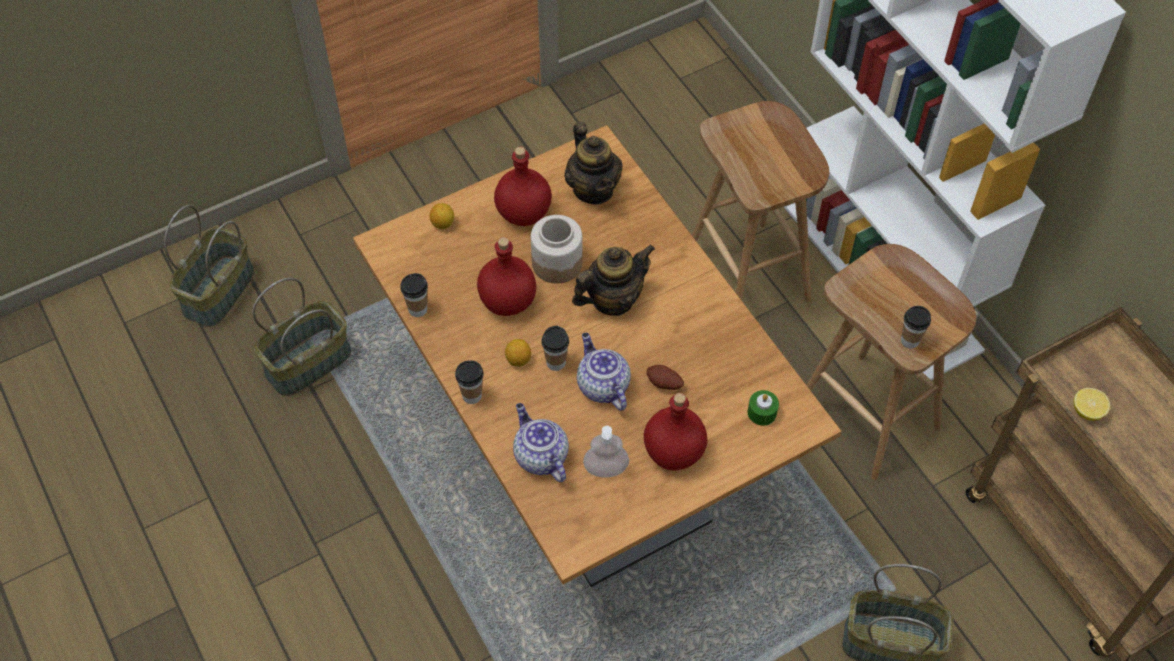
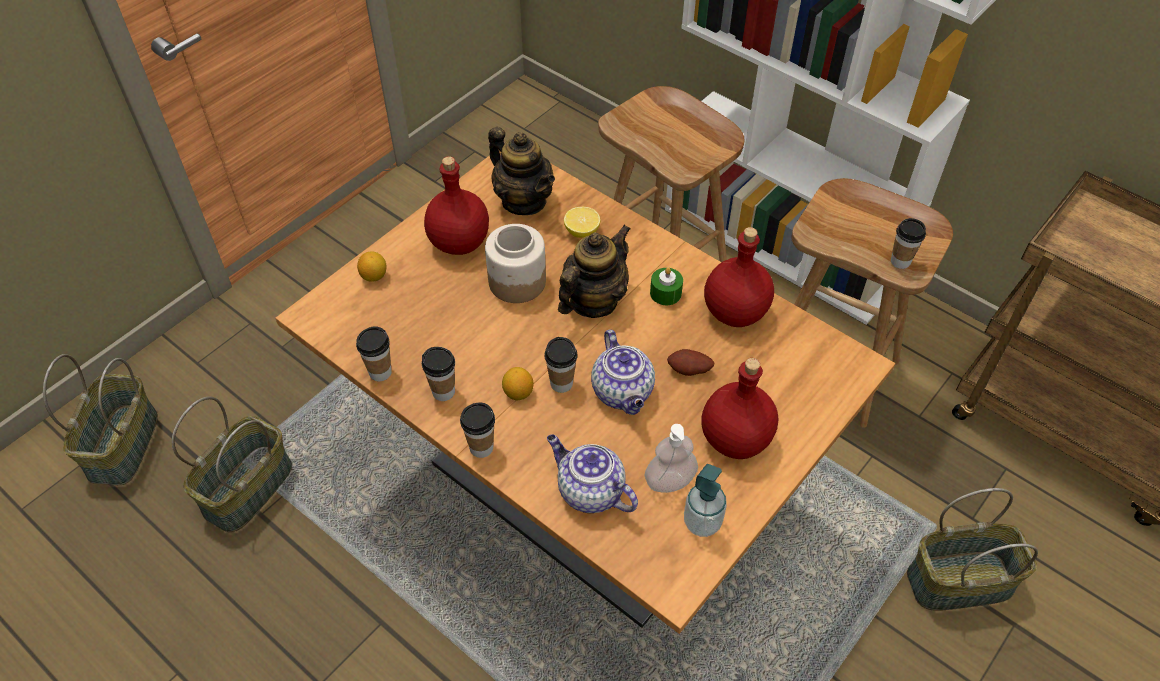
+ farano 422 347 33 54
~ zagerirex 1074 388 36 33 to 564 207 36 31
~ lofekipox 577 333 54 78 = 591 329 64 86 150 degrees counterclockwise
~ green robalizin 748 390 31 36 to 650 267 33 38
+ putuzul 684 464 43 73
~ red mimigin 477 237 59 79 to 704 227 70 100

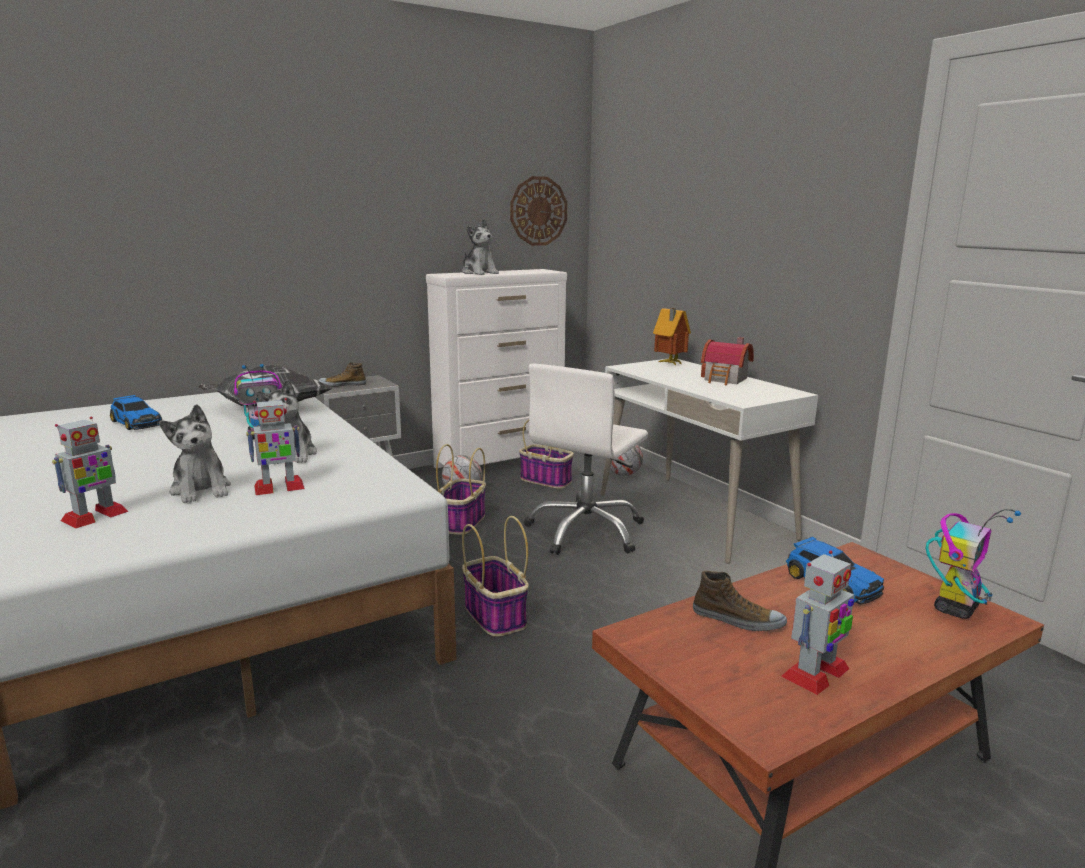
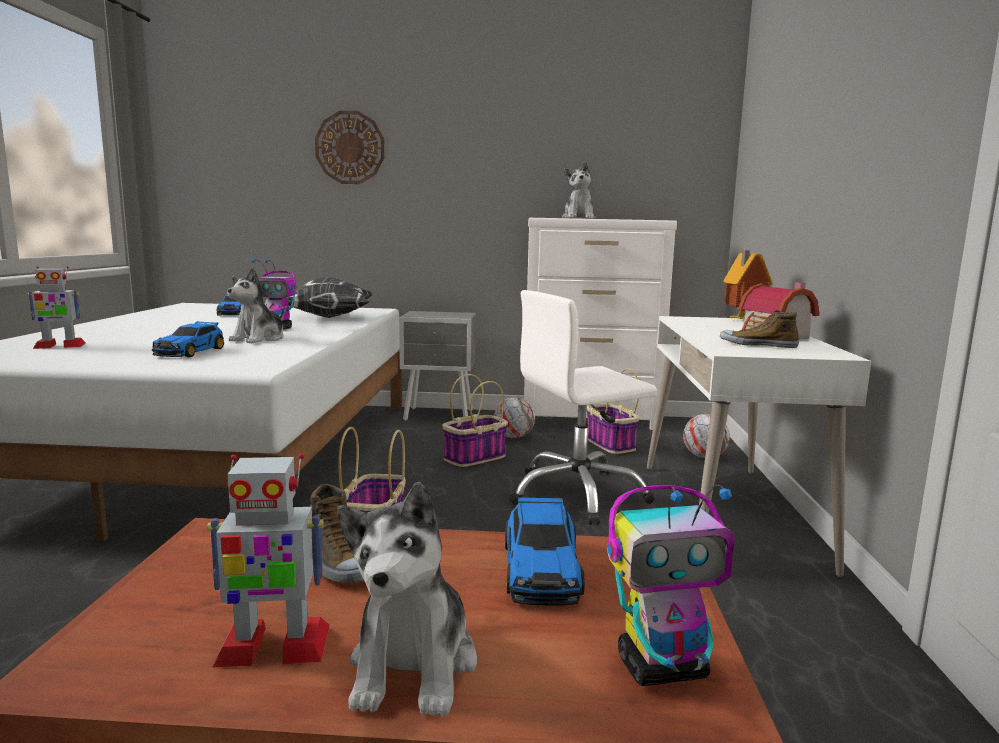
~ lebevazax 246 398 59 97 to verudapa 152 321 72 36
~ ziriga 510 176 57 70 to 315 111 70 73
~ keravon 159 404 72 99 to 337 482 140 235
~ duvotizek 318 362 48 25 to 720 310 79 38

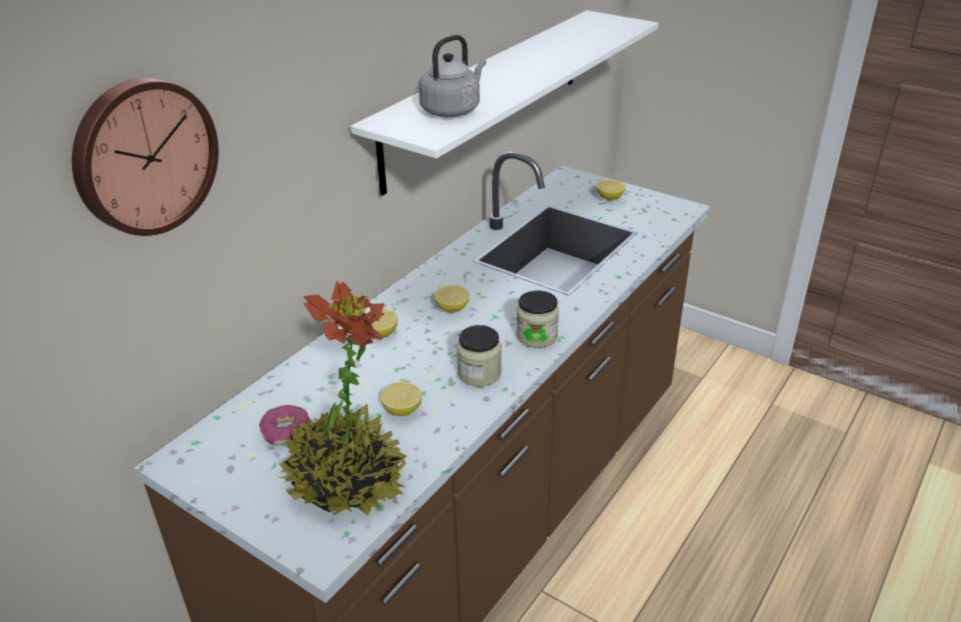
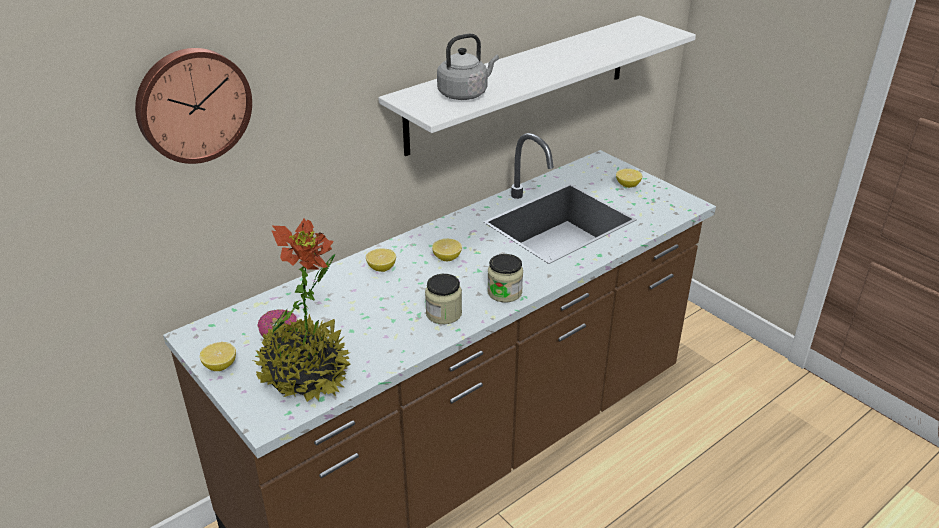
~ zagerirex 381 382 41 34 to 200 342 36 29

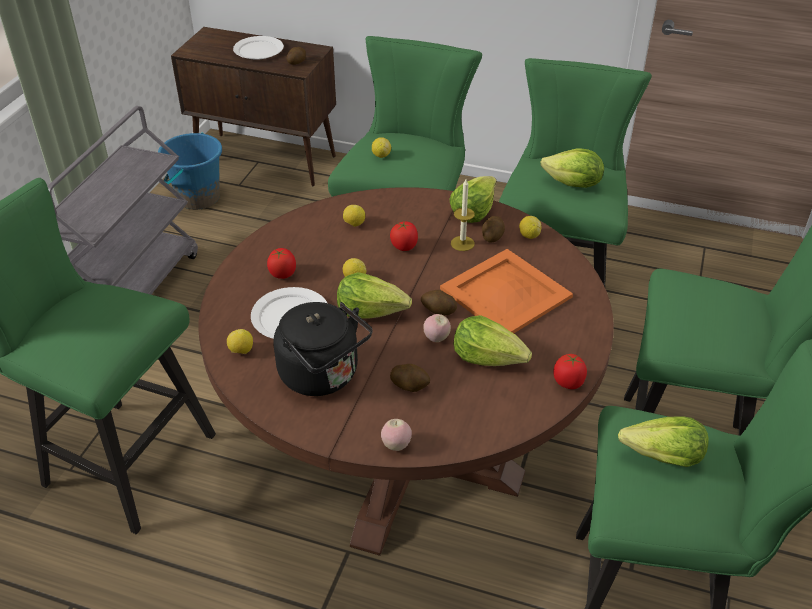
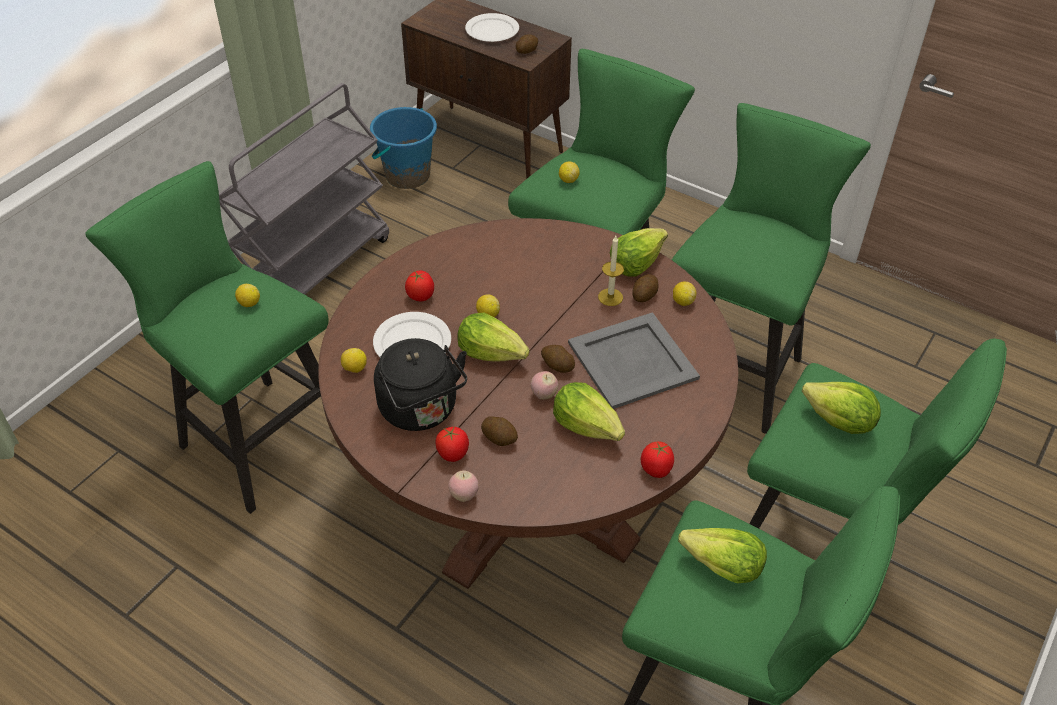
~ zagerirex 343 205 22 22 to 235 284 25 23
~ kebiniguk 390 220 28 31 to 435 427 34 35
~ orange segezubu 440 249 133 84 to grey segezubu 568 312 132 97
~ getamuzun 541 148 63 40 to 802 382 79 52

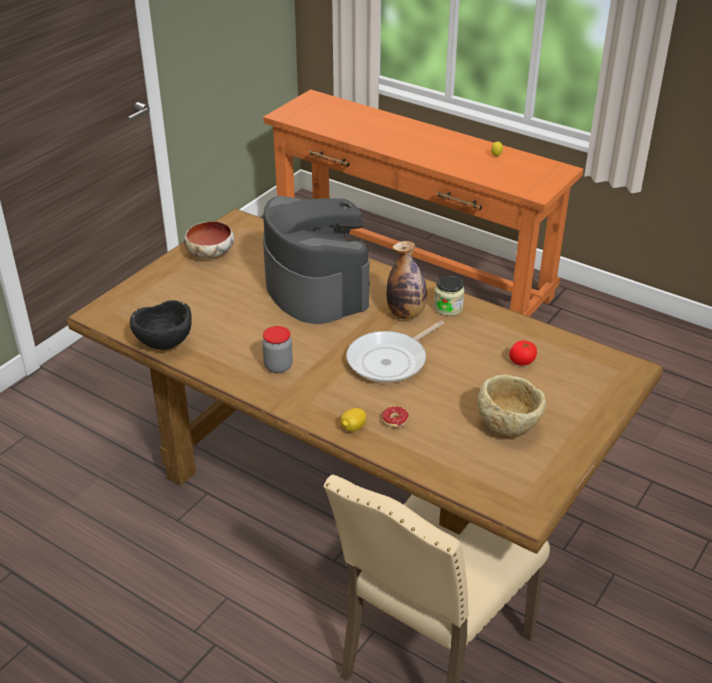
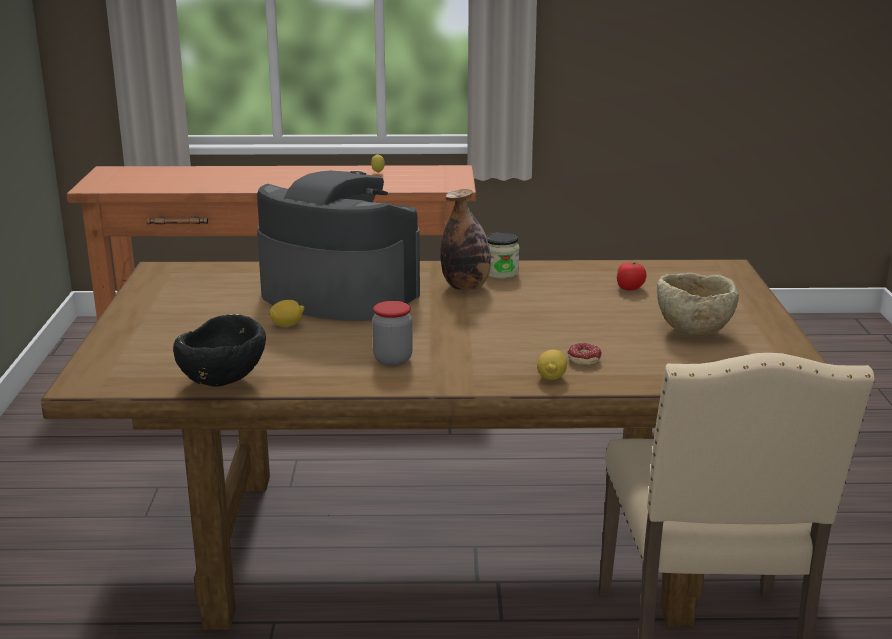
+ zagerirex 269 300 36 27
- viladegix 184 221 50 37
- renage 346 321 98 62

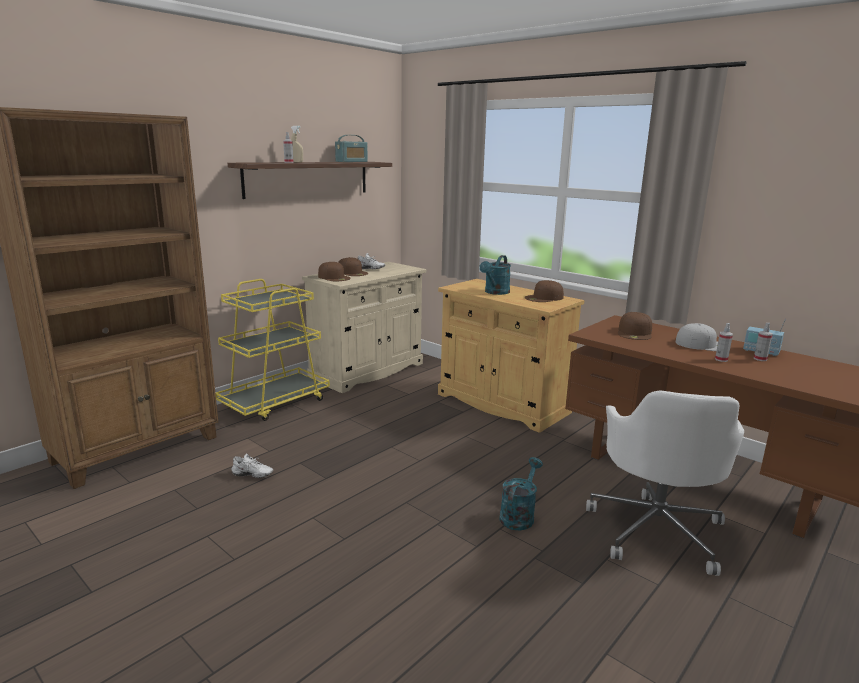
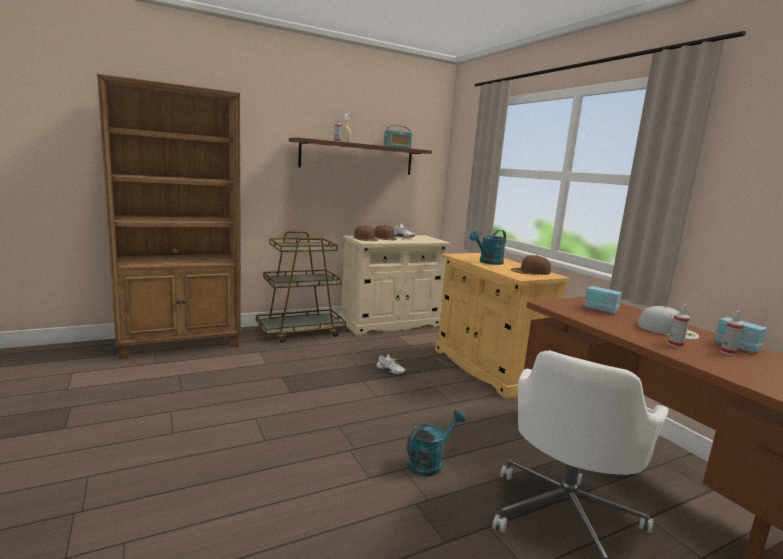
~ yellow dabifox 215 279 115 142 to brown dabifox 256 231 90 112
~ white duvotizek 231 453 42 25 to 377 354 29 20
~ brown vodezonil 618 312 34 28 to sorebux 584 279 39 35

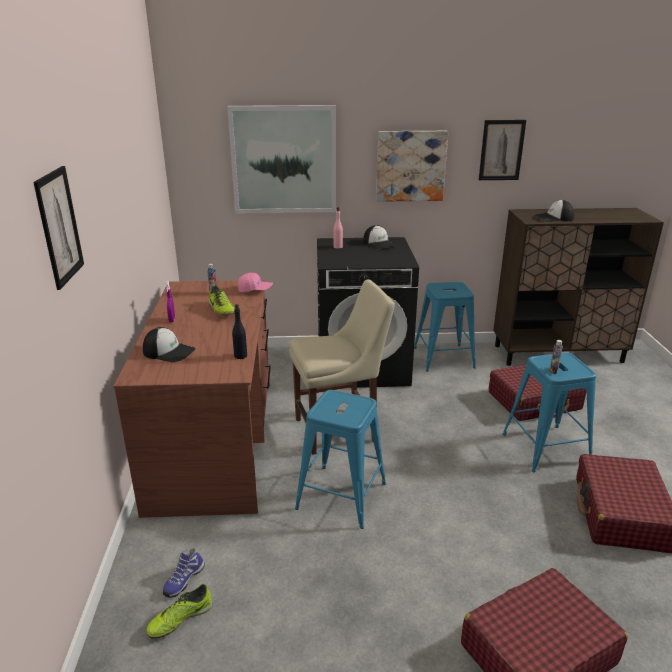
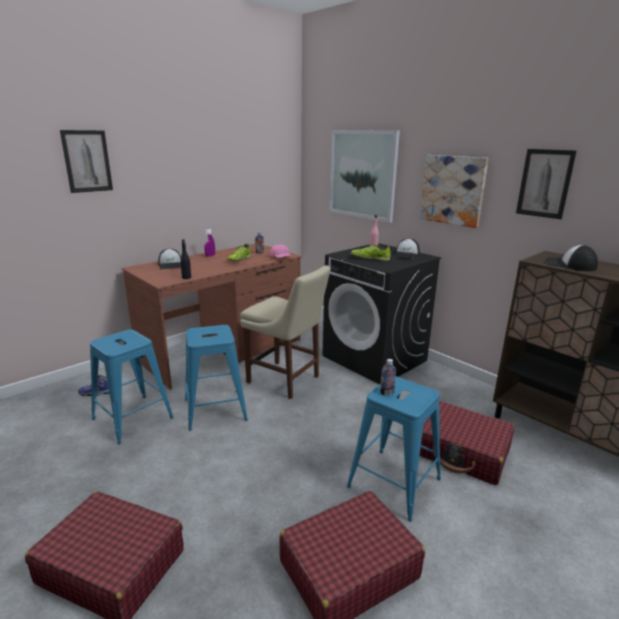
~ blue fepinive 414 282 62 90 to 90 329 84 115
~ duvotizek 146 584 66 55 to 351 245 40 16

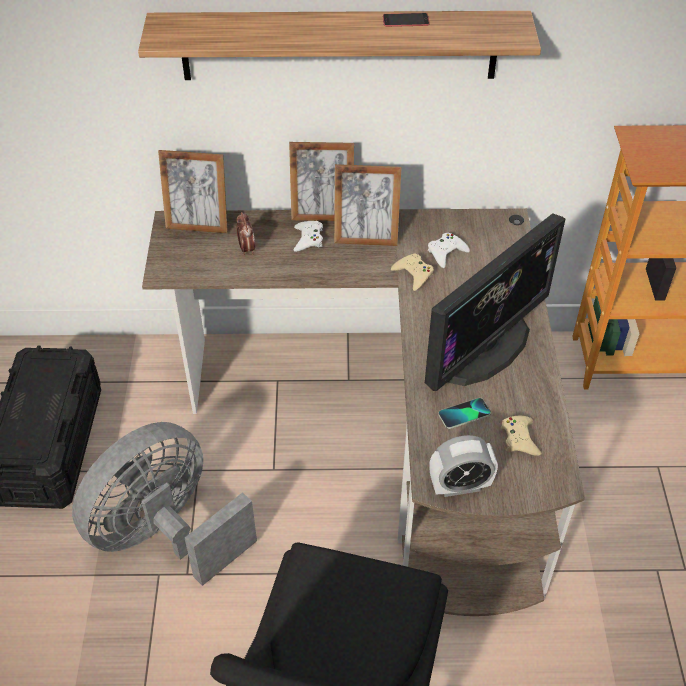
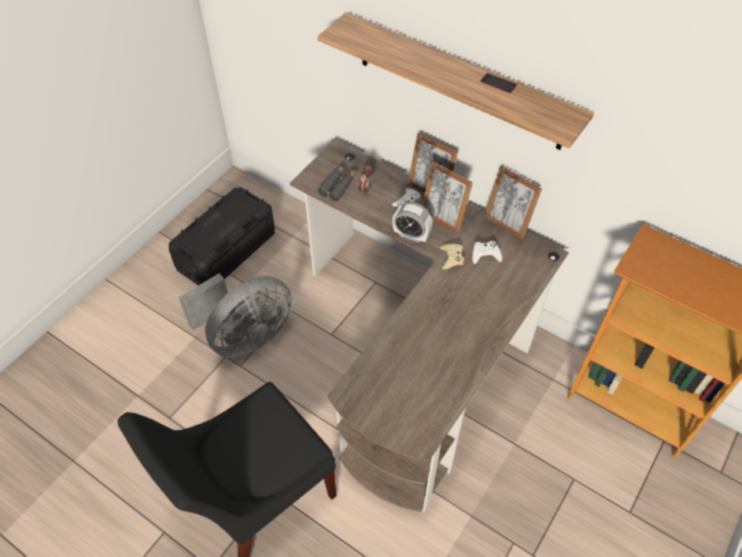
~ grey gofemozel 72 422 185 164 = 179 274 114 84 150 degrees clockwise
+ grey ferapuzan 318 165 38 37
~ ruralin 429 435 69 62 to 392 202 41 41
~ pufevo 158 150 70 83 to 484 166 58 74
- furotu 425 213 140 178
- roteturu 438 398 53 31
- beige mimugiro 501 416 41 40

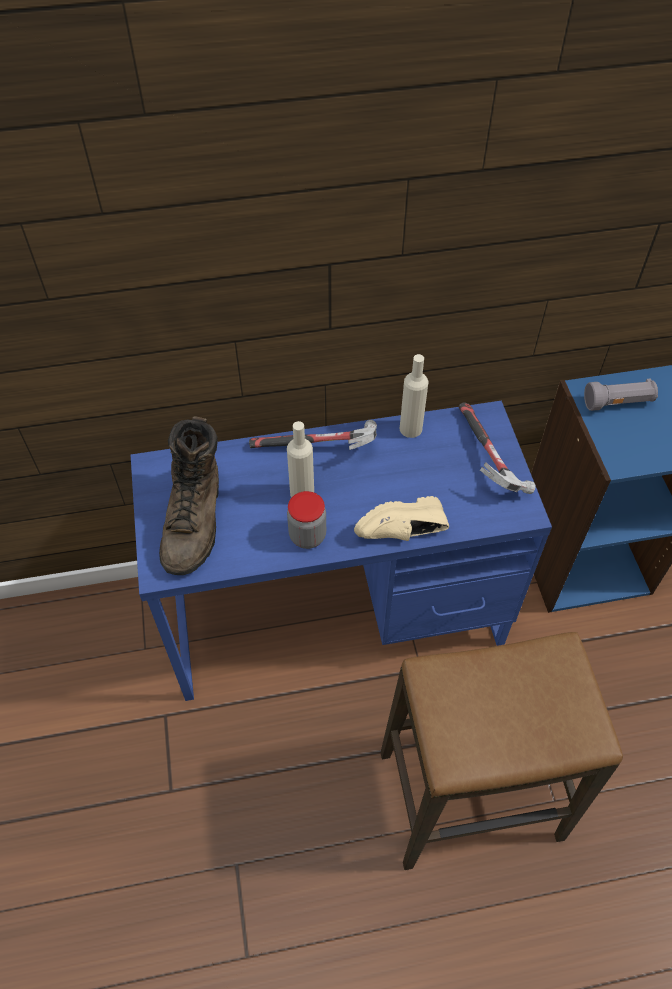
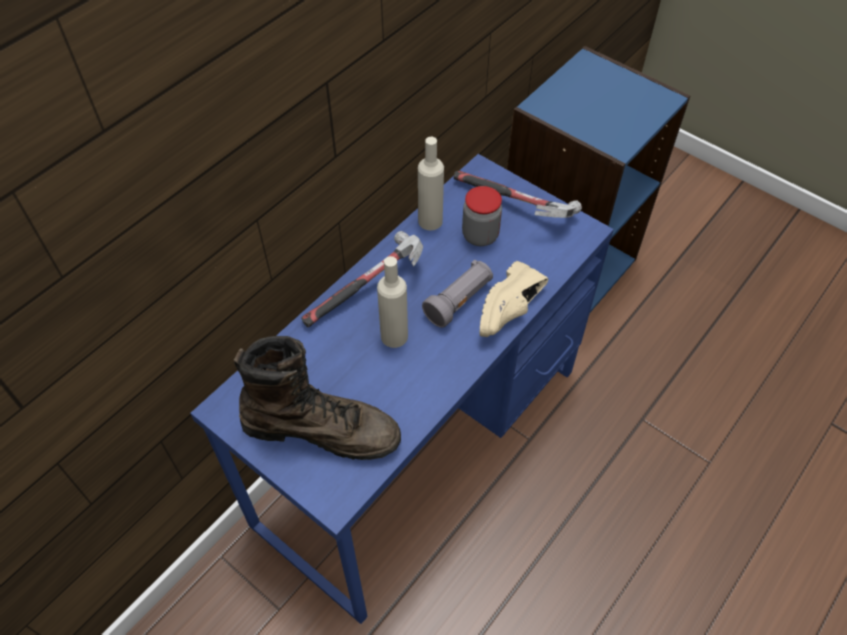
~ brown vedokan 159 416 60 159 = 234 336 167 124 45 degrees counterclockwise
~ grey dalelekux 584 378 74 33 to 422 260 71 67
~ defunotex 287 491 39 58 to 462 186 40 60
- fepinive 380 632 243 238

